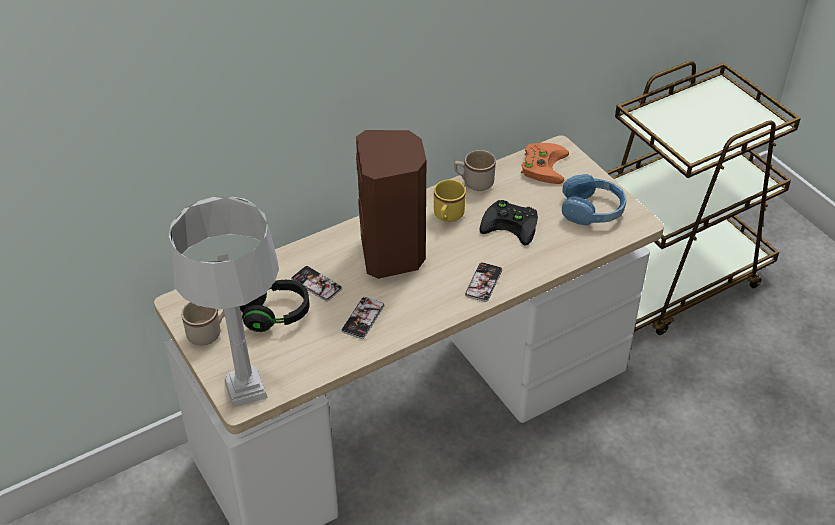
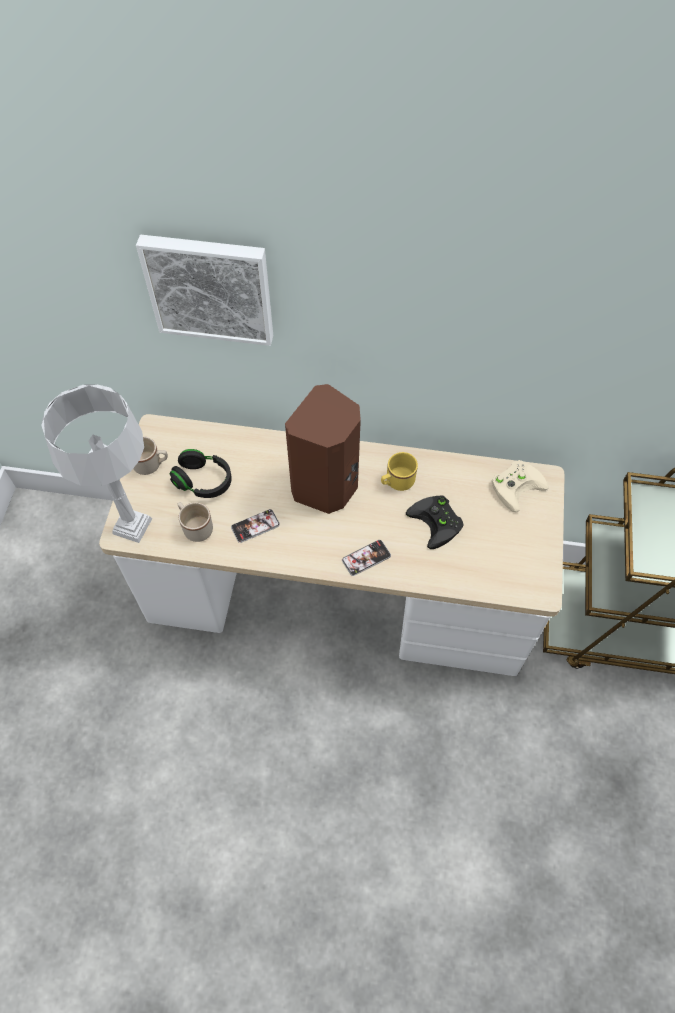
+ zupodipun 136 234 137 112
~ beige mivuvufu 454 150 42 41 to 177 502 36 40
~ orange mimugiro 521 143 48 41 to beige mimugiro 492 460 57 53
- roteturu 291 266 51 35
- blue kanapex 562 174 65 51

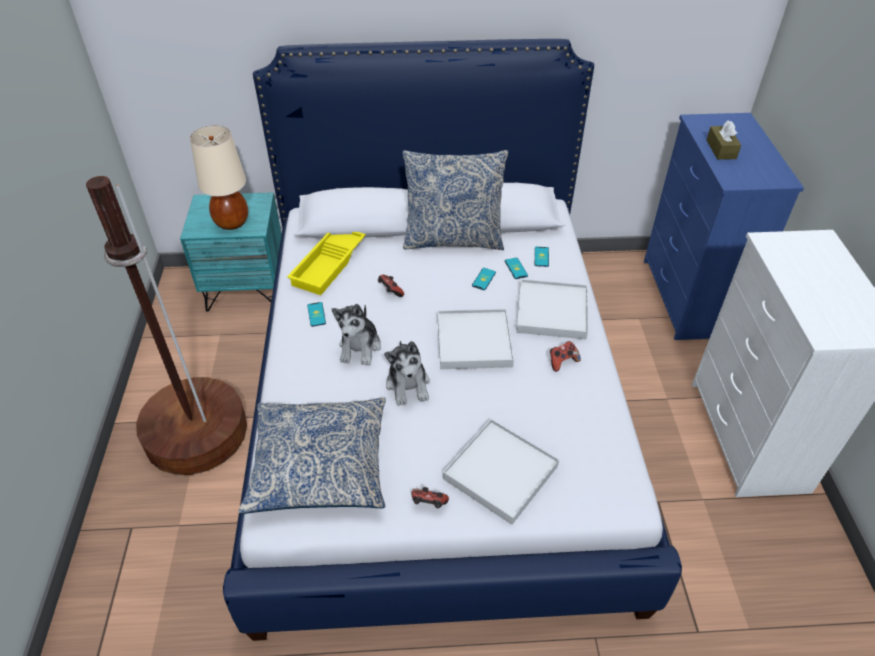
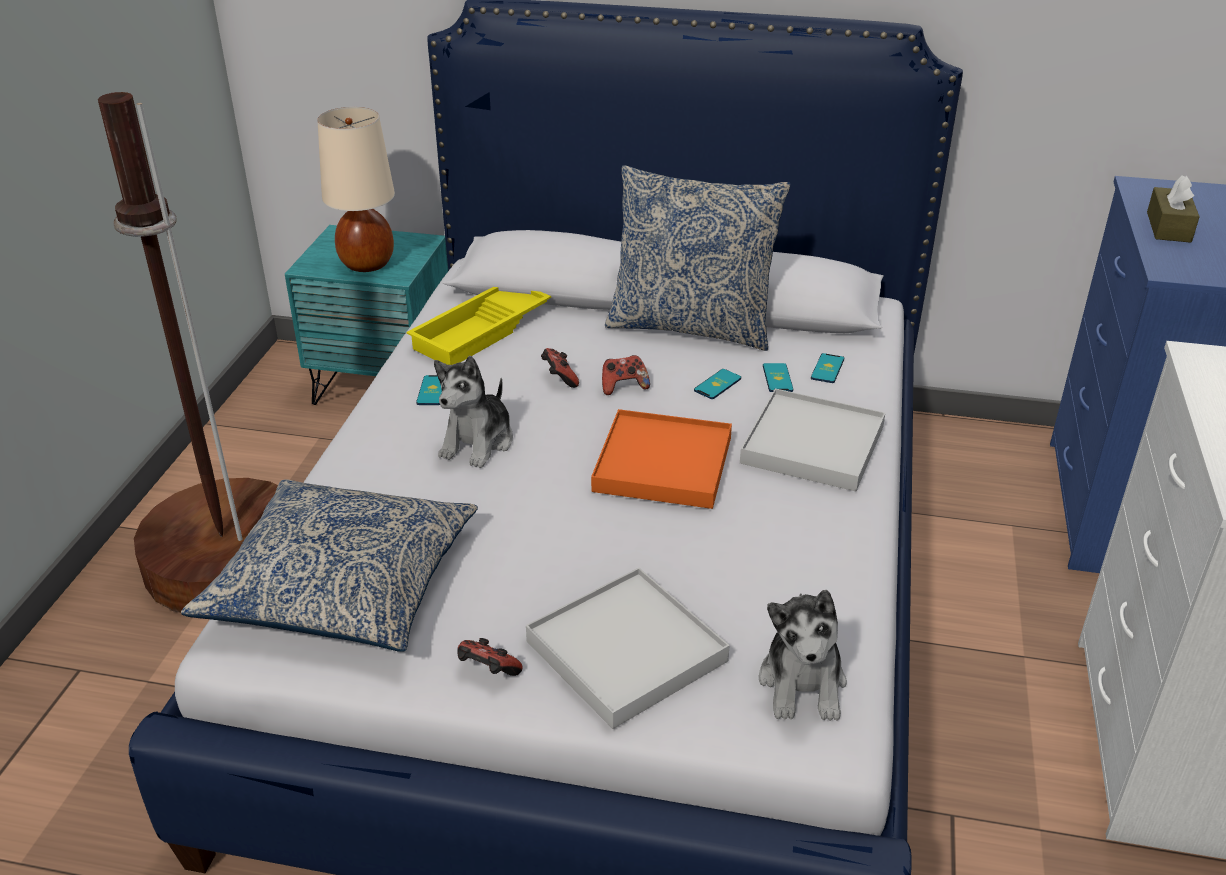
~ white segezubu 438 309 76 60 to orange segezubu 591 409 141 100
~ mimugiro 550 341 31 31 to 602 355 48 40
~ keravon 384 340 46 66 to 759 590 88 131

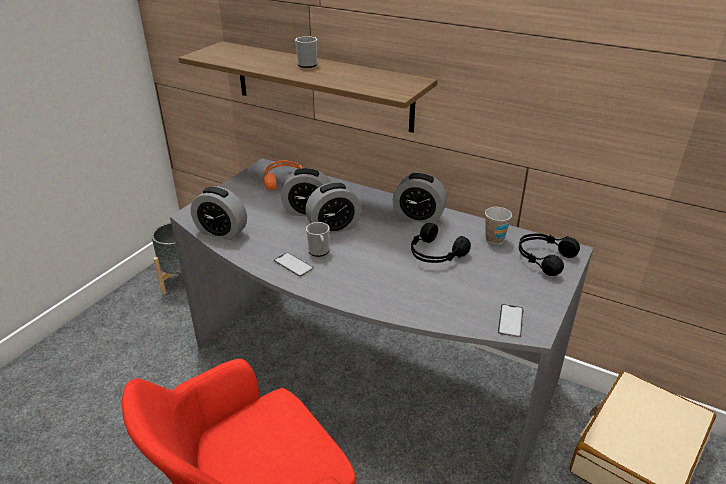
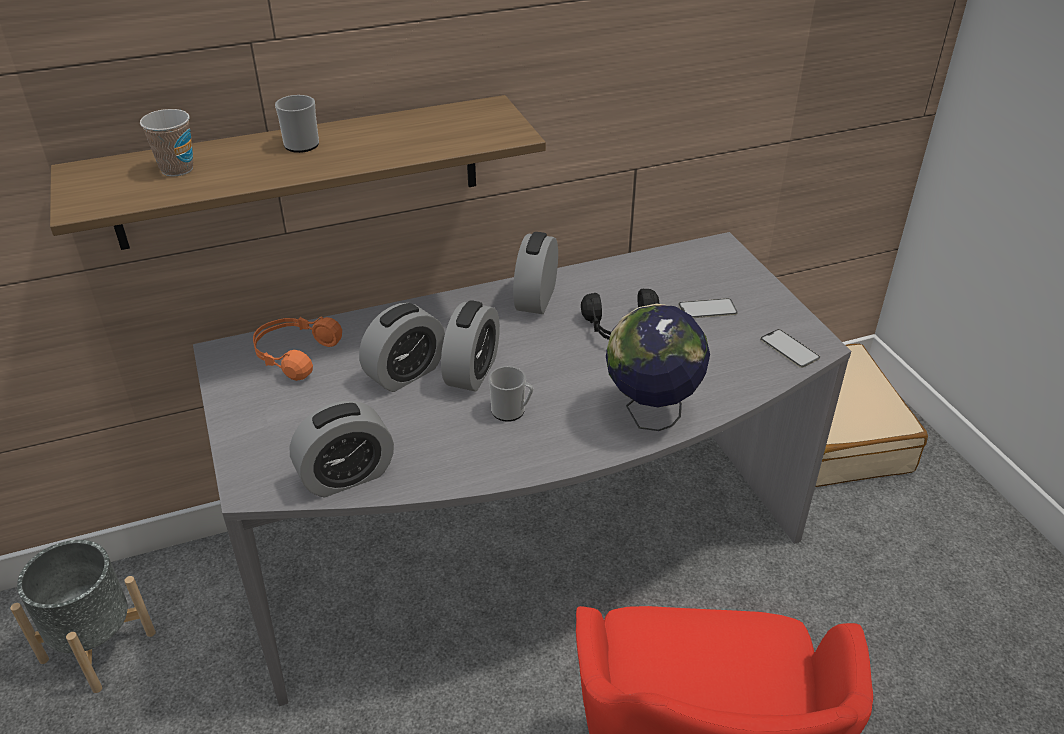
~ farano 485 207 27 37 to 140 109 53 67
~ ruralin 393 173 54 50 = 513 232 45 82 135 degrees clockwise
+ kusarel 606 304 104 127
~ roteturu 274 252 40 25 to 679 298 59 20
- black kanapex 519 233 61 43

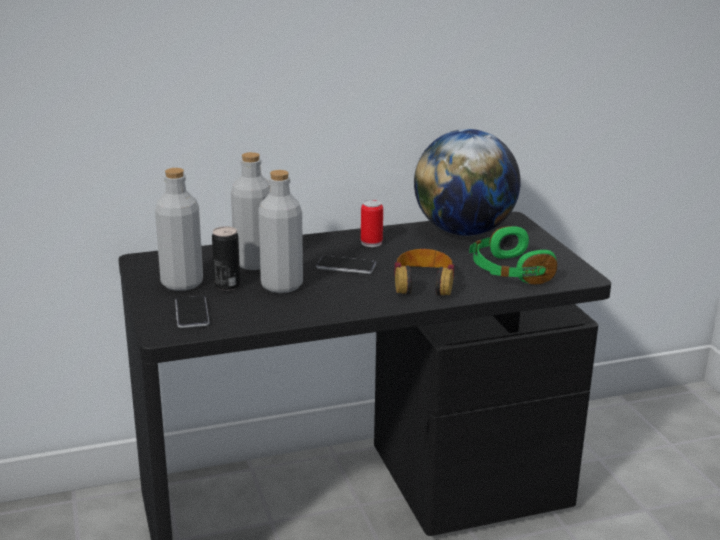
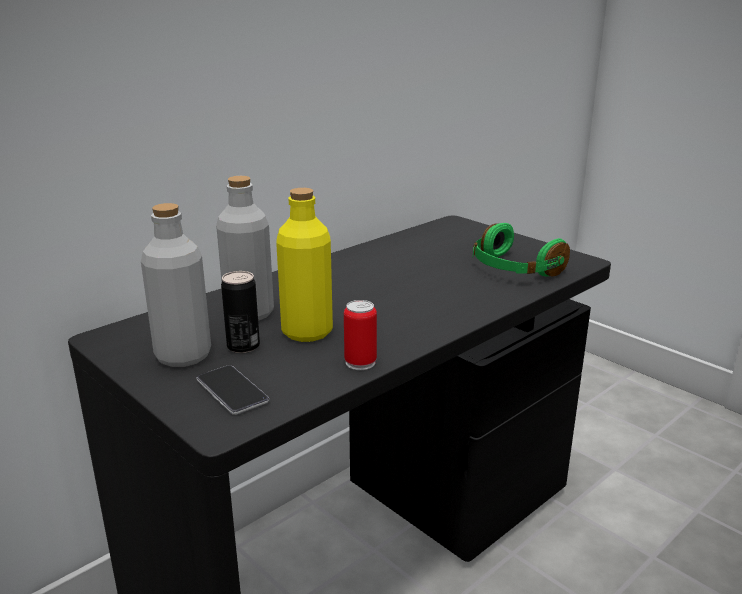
~ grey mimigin 258 170 45 123 to yellow mimigin 276 188 57 154
~ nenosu 361 200 22 47 to 344 300 33 70
- roteturu 316 256 60 18
- kanapex 394 249 60 47
- kusarel 414 129 106 107

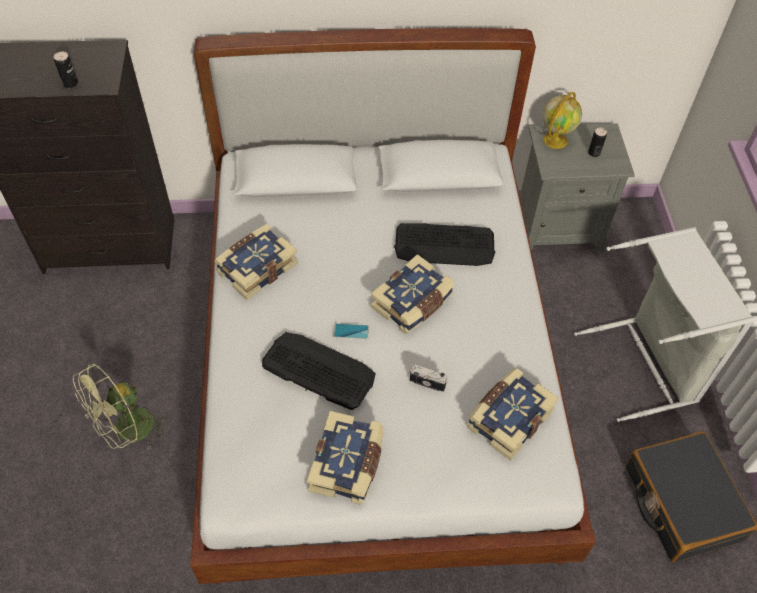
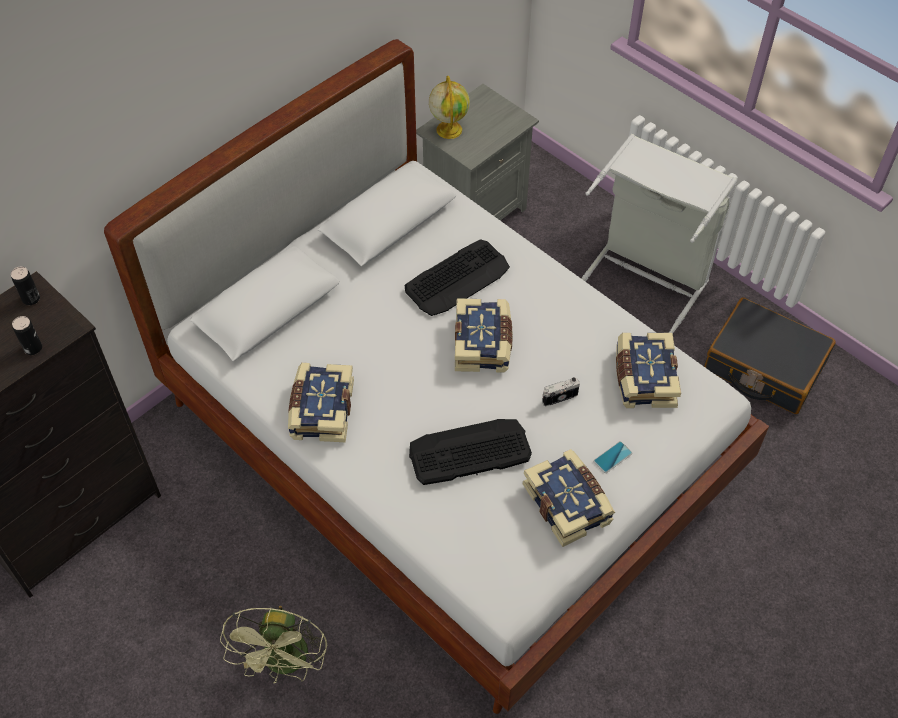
~ nenosu 588 128 19 29 to 11 267 29 38
~ roteturu 334 323 35 17 to 593 441 40 32

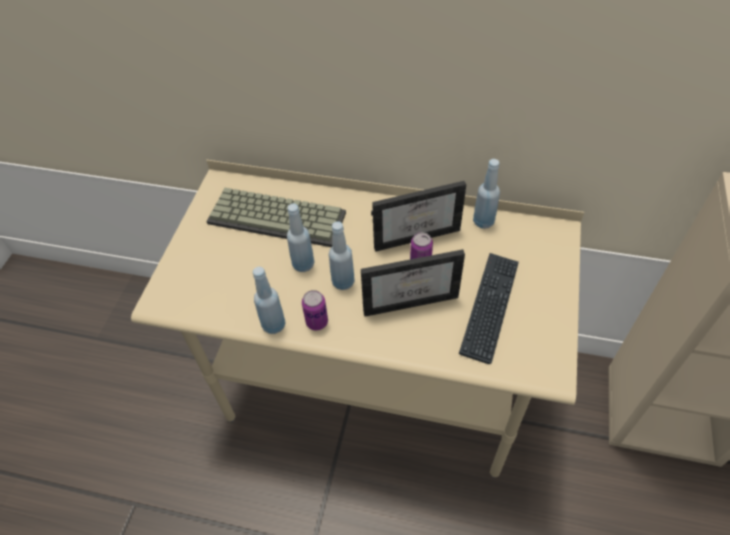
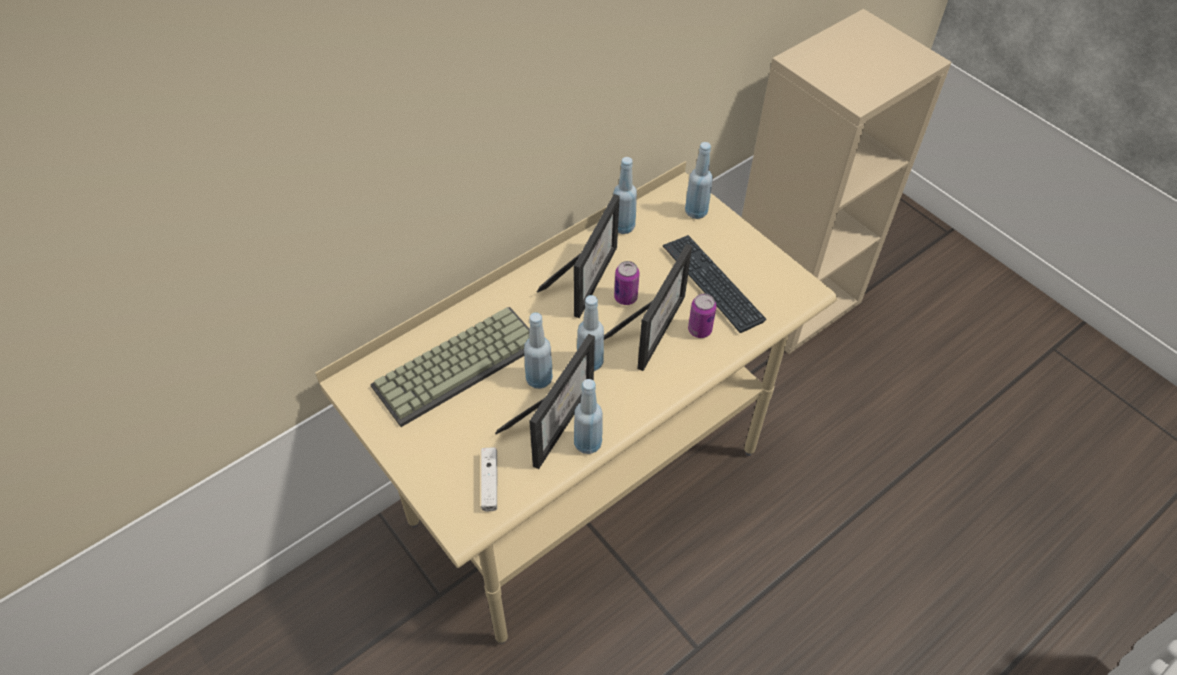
+ white mimugiro 481 447 16 64
+ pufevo 495 334 100 135
+ blue mimigin 685 142 28 77
~ nenosu 302 290 26 40 to 688 294 28 44

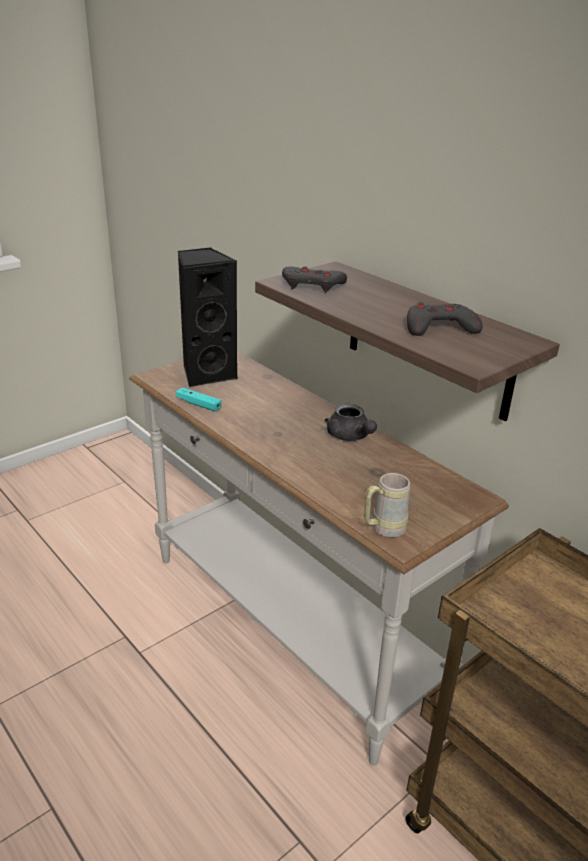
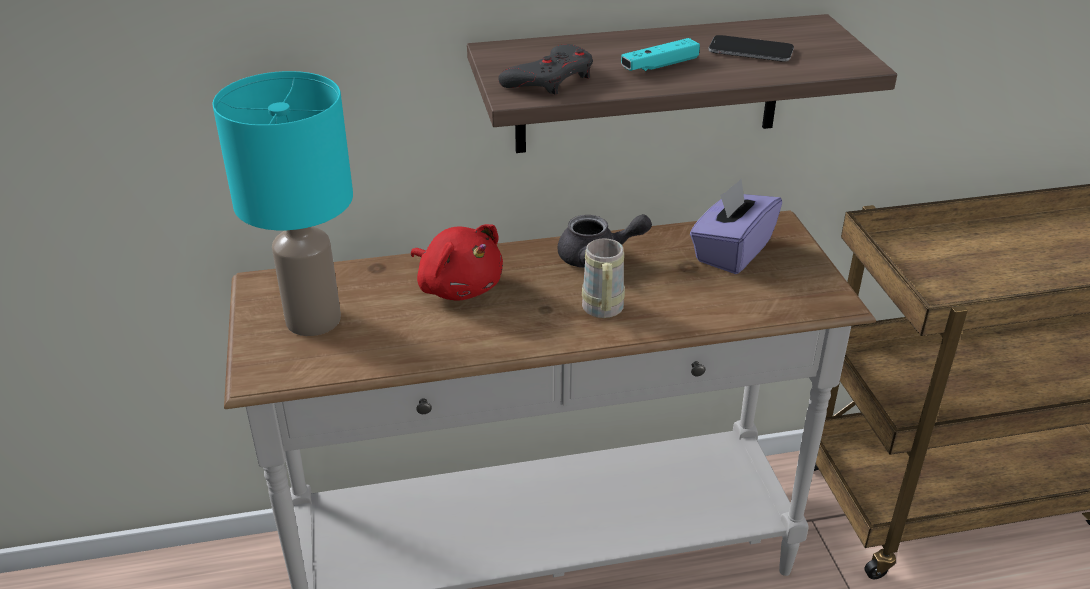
~ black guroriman 177 247 61 140 to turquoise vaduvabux 212 71 141 265
+ red keravon 411 224 92 77
~ beige mivuvufu 364 473 46 64 to 582 238 43 80
~ turquoise mimugiro 176 387 45 25 to 621 38 79 33
+ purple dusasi 690 179 92 95
~ grey mimugiro 407 302 76 34 to roteturu 708 35 86 27

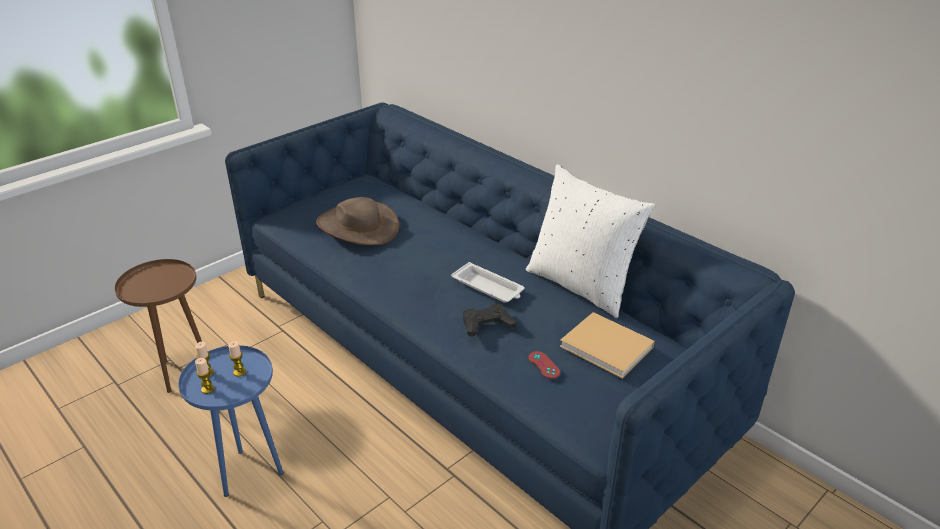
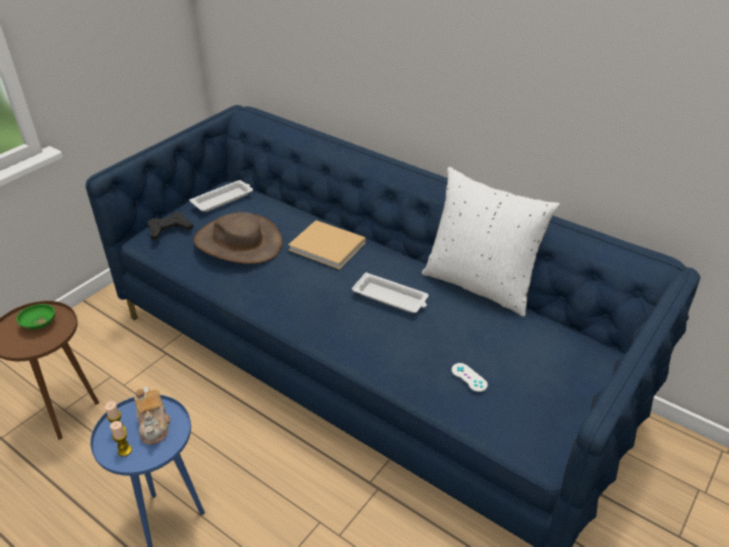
+ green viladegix 16 304 39 25
~ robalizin 228 341 18 36 to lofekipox 134 387 36 58
~ black mimugiro 463 303 54 34 to 148 212 45 28
+ white segezubu 189 180 64 32
~ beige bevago 560 312 94 66 to 288 220 78 50
~ red mimugiro 528 351 32 28 to white mimugiro 452 363 36 29

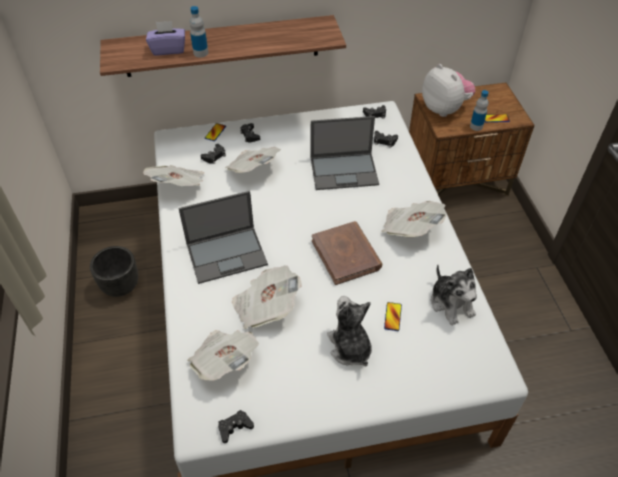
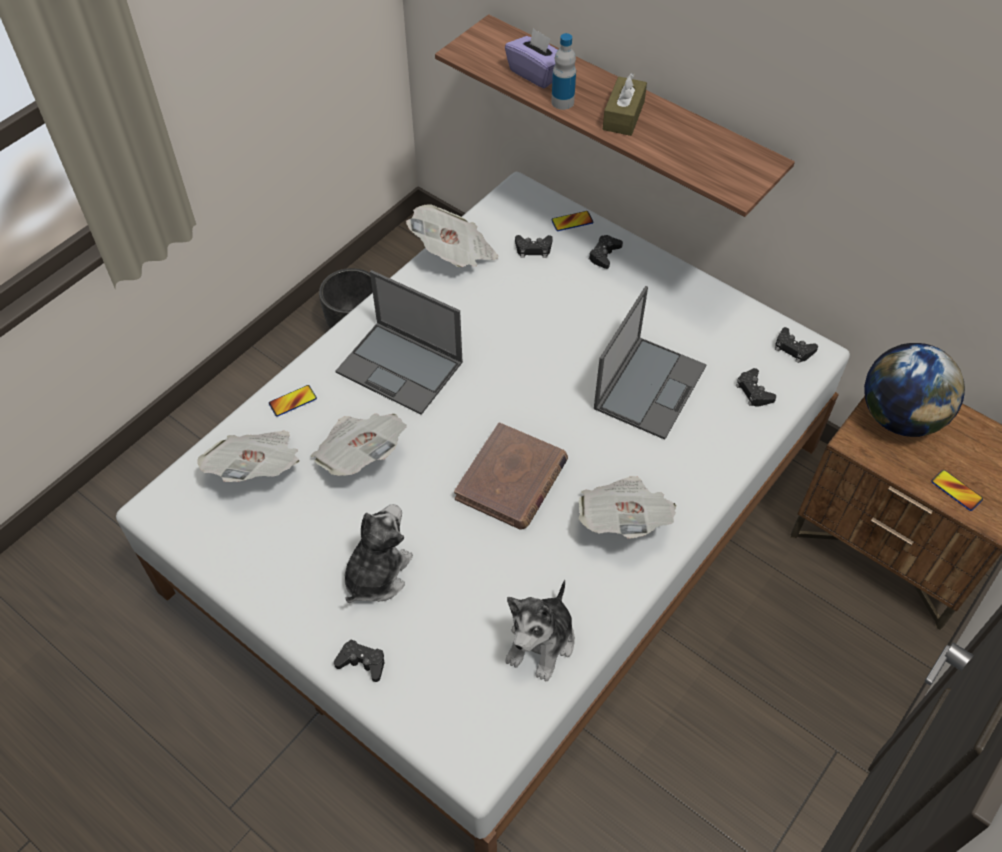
~ roteturu 384 302 18 29 to 269 385 48 32
~ black mimugiro 218 410 36 33 to 334 640 50 42
~ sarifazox 311 116 68 74 = 594 286 113 154 105 degrees counterclockwise
+ brown dusasi 603 73 44 63
~ keravon 422 64 54 53 to kusarel 864 343 101 94
- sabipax 225 147 56 26
- mimigin 470 90 19 41

